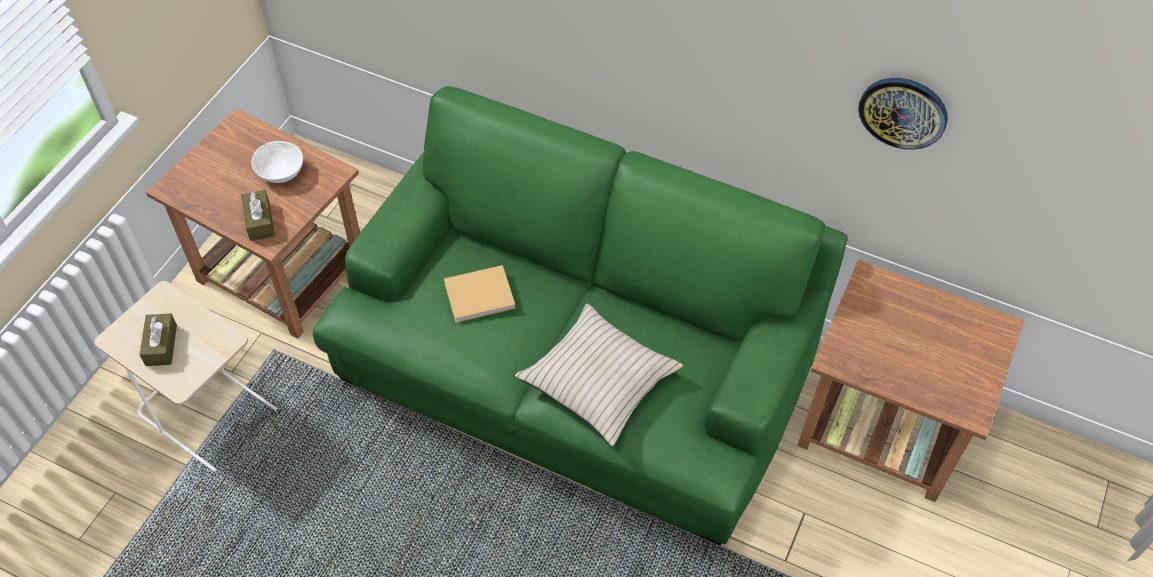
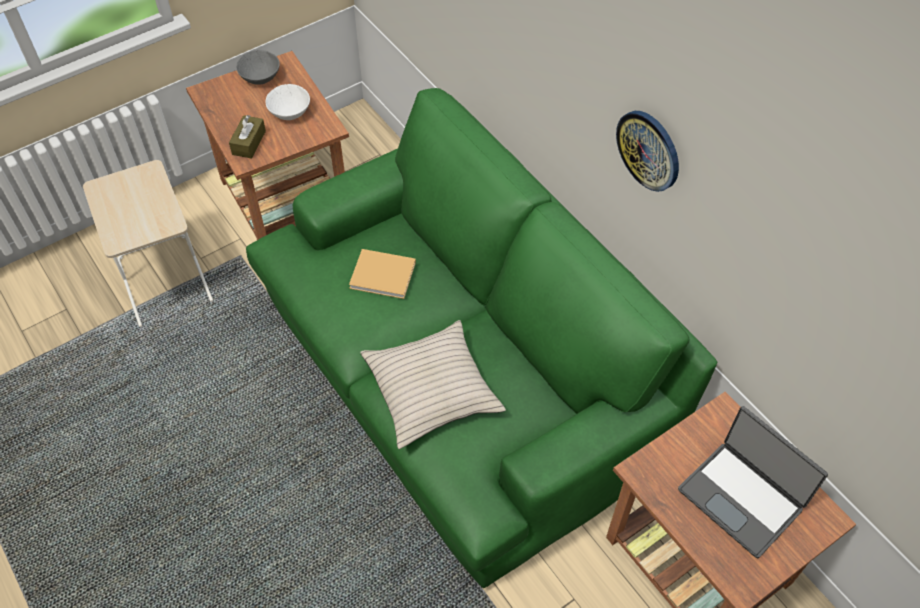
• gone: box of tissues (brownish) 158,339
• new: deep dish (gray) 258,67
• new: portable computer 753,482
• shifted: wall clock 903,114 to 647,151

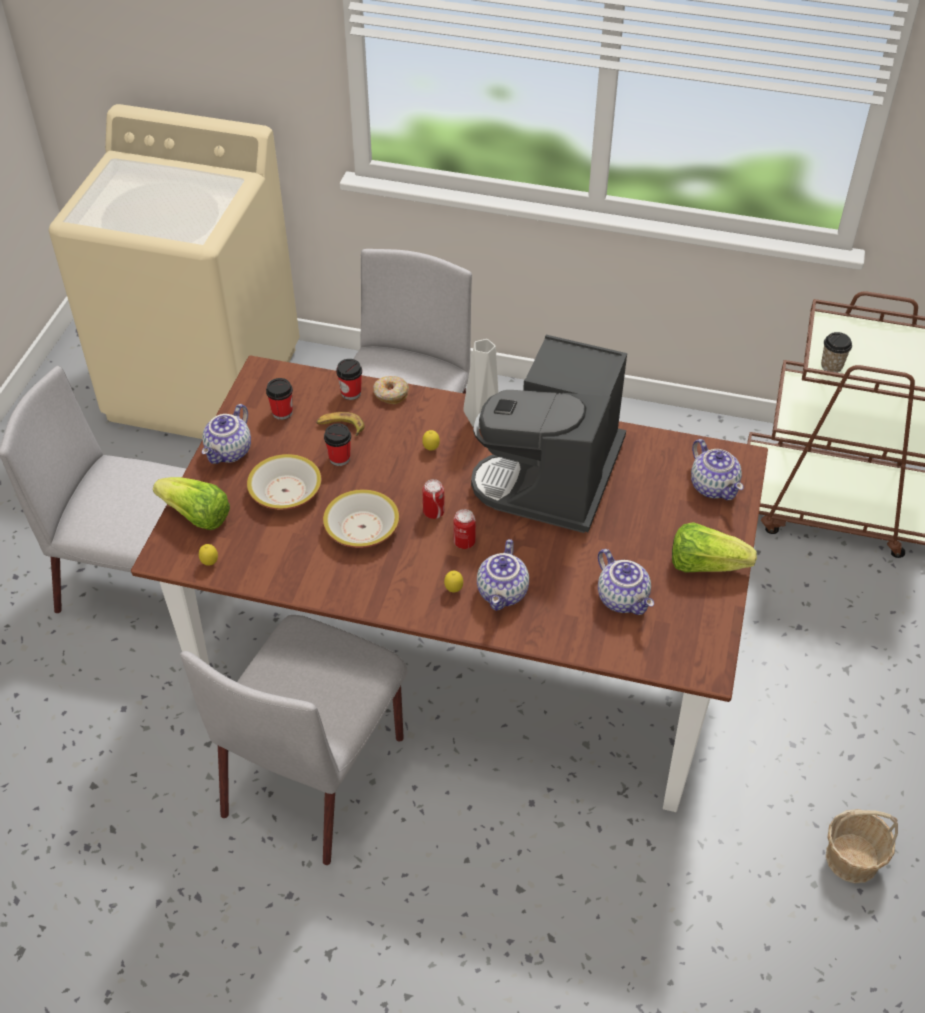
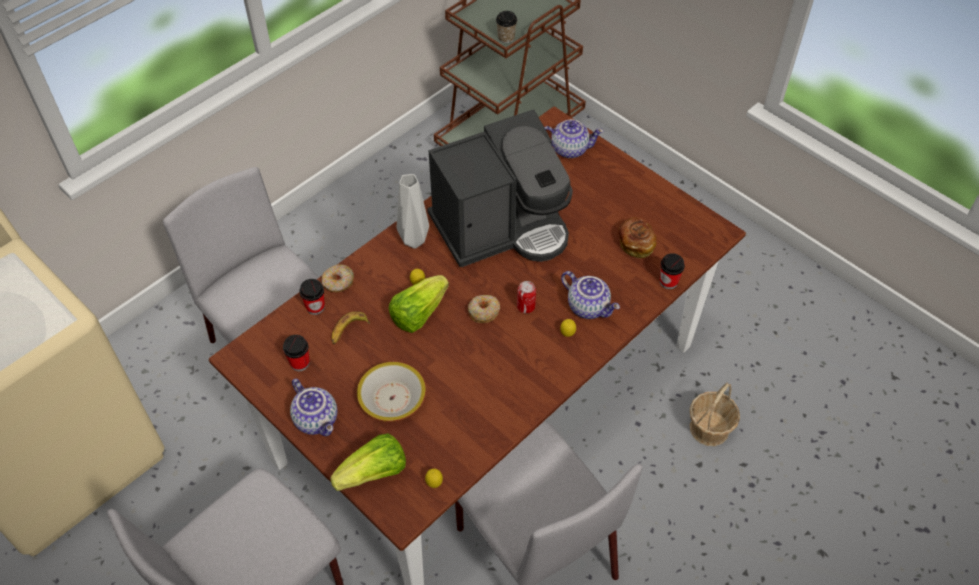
• gone: deep dish 361,518
• shifted: small cup 337,444 to 672,271
• shifted: head of lettuce 714,547 to 419,304
• shifted: household basket 862,846 to 715,414
• swapped: sealed can 434,499 to ring doughnut 484,309
• swapped: pot for tea 626,582 to baked bread 637,237
• rotated: coffee maker 549,434 = 500,188 75 degrees counterclockwise

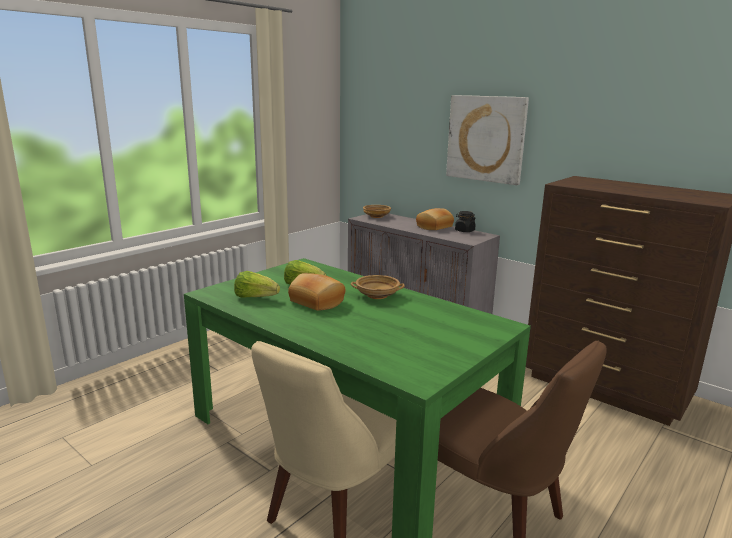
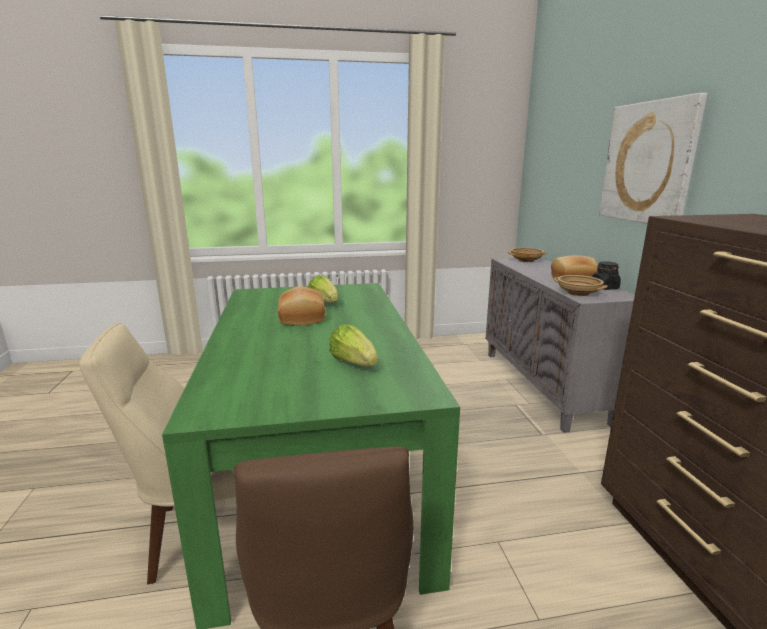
• shifted: head of lettuce 257,284 to 353,345
• shifted: deep dish (sand-coloured) 378,287 to 581,285

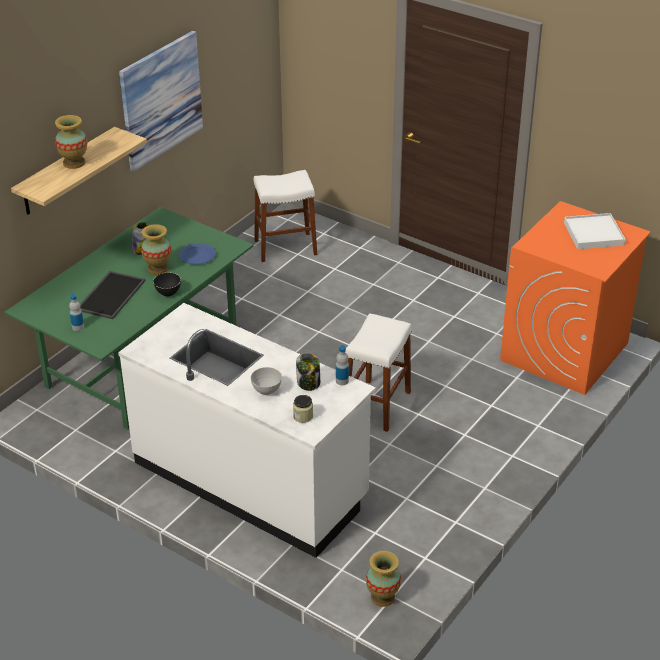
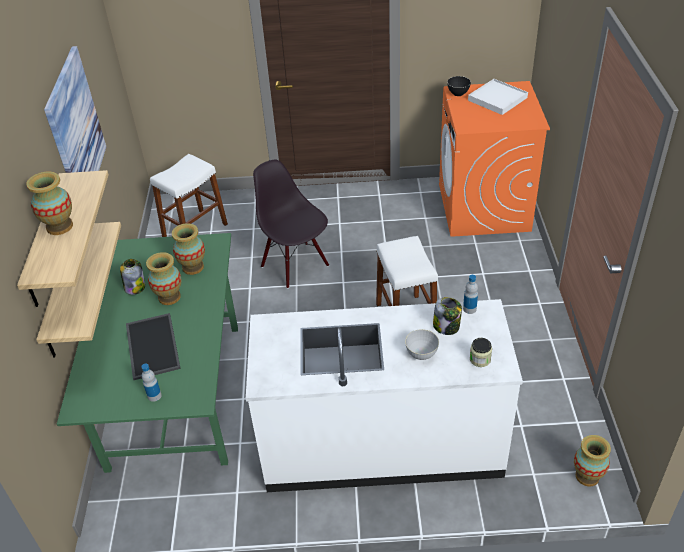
• new: bracket shelf 78,290
• new: plain chair (blackish) 291,224
• shifted: deep dish (blackish) 167,285 to 459,86
• swapped: plate (blue) 197,254 to flower vase 188,249

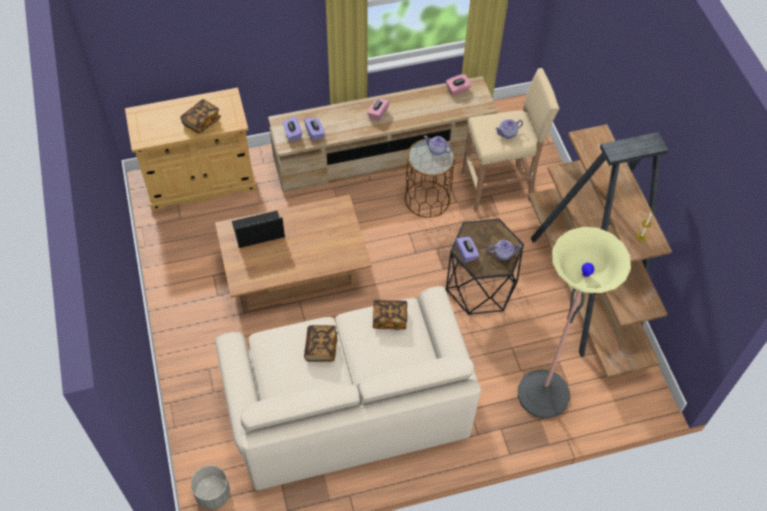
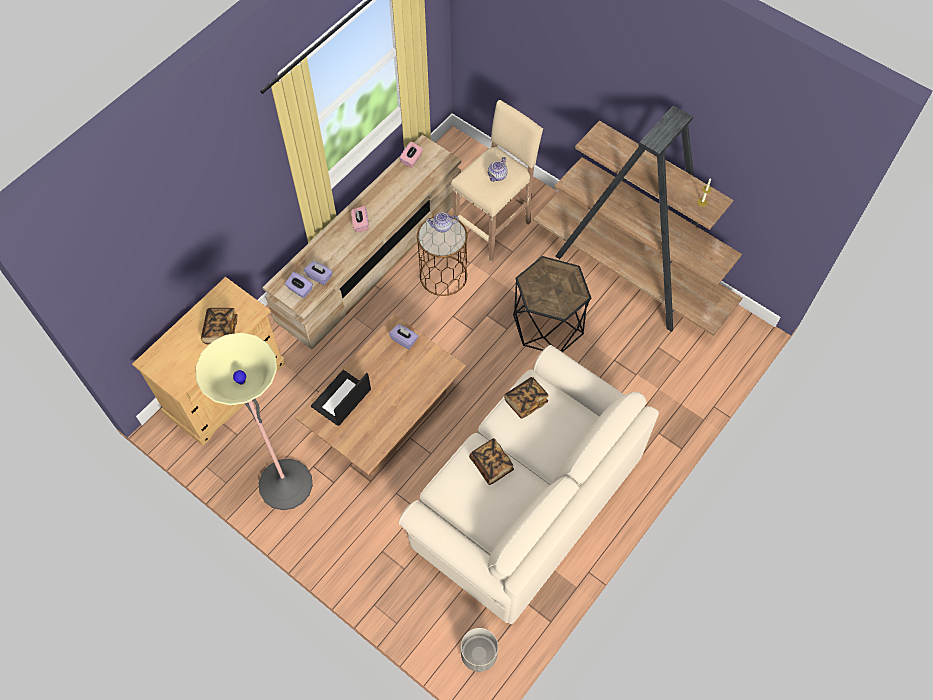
• gone: pot for tea 505,250
• shifted: box of tissues (purple-coloured) 467,250 to 403,336
• shifted: floor lamp 574,323 to 254,421

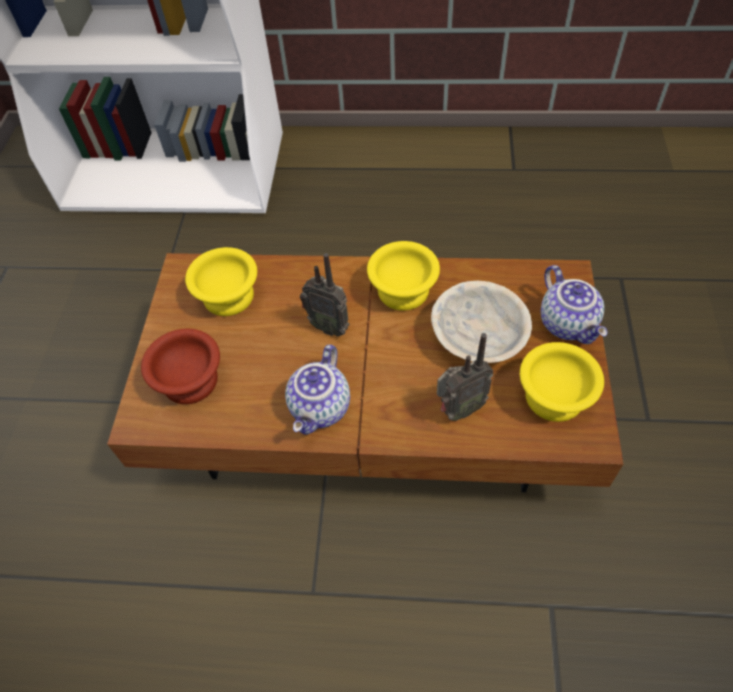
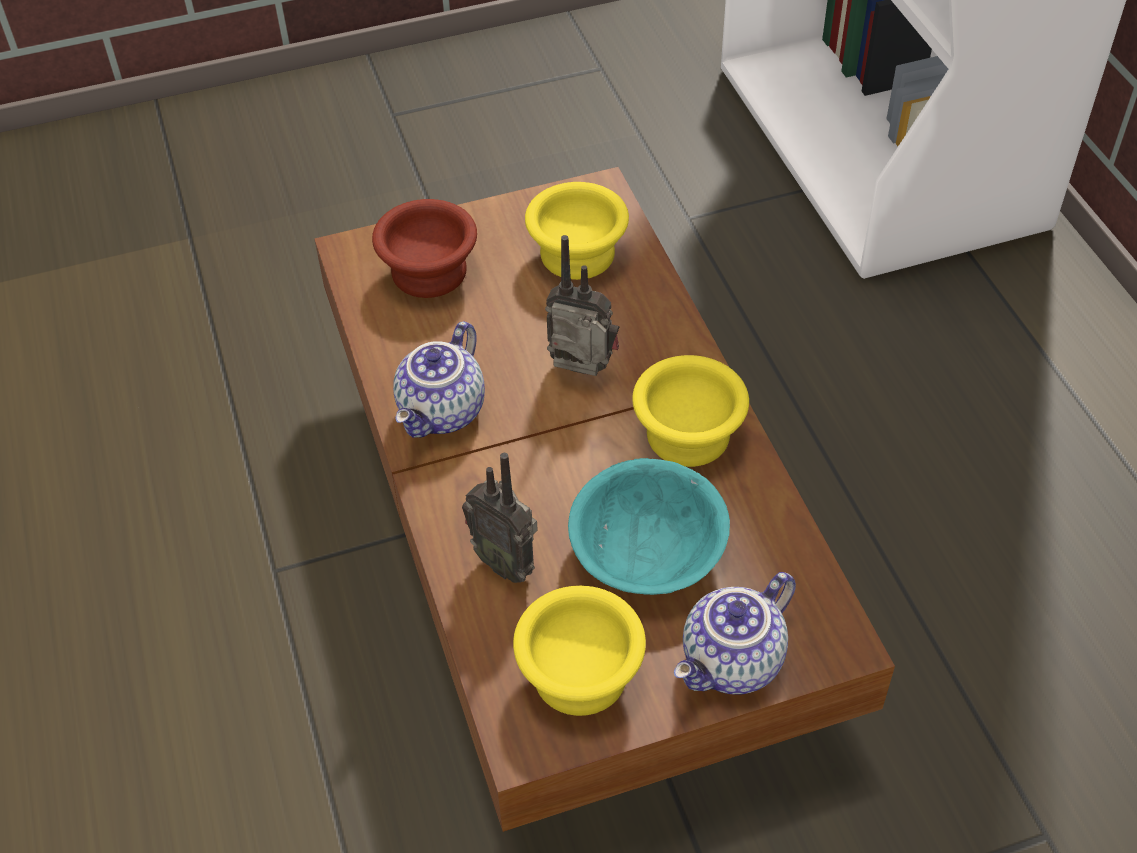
• repainted: deep dish (sand-coloured) 481,322 to deep dish (turquoise) 649,526
• rotated: pot for tea 317,389 = 439,379 60 degrees counterclockwise
• rotated: radio set 325,294 = 582,305 105 degrees clockwise

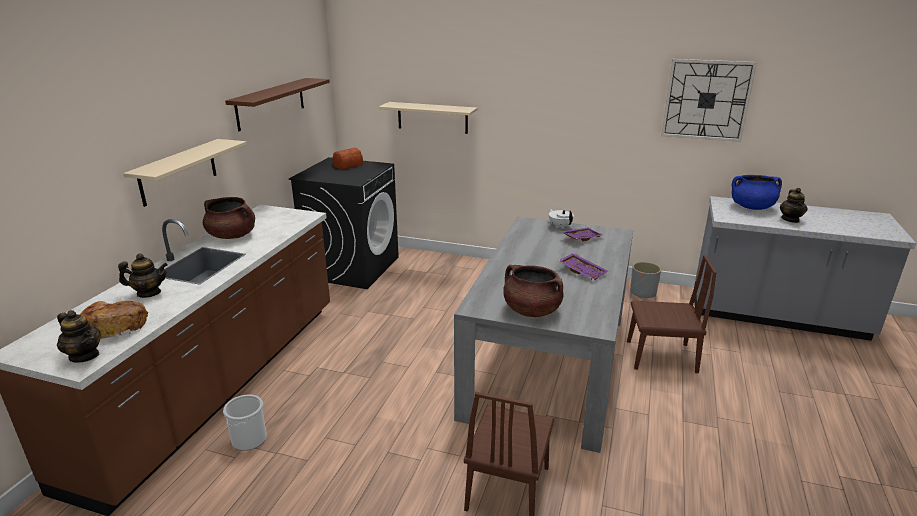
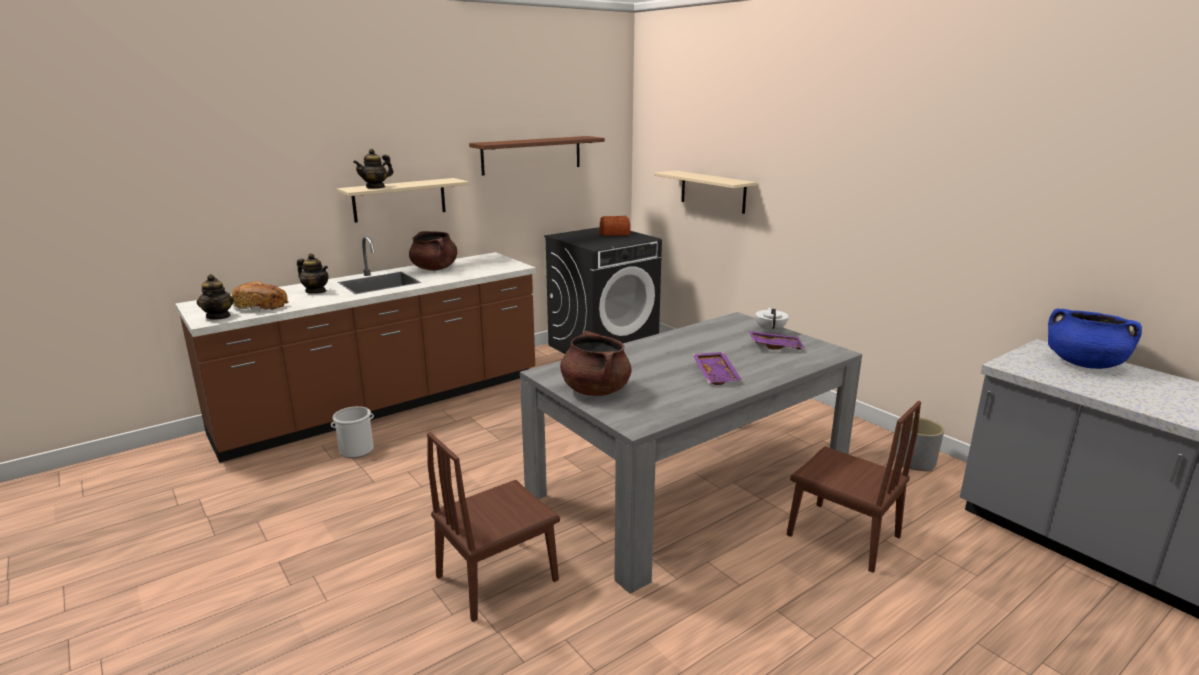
• gone: wall clock 709,100
• shifted: pot for tea 794,205 to 373,169

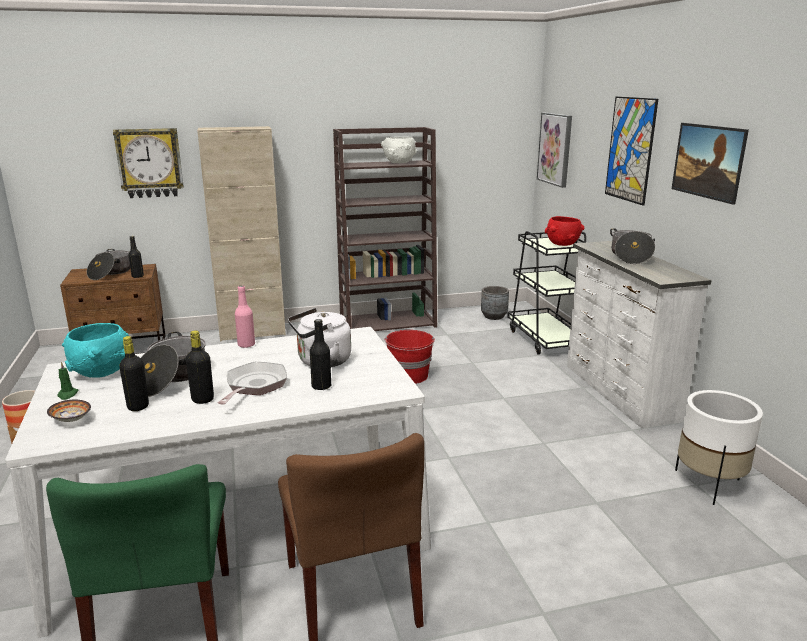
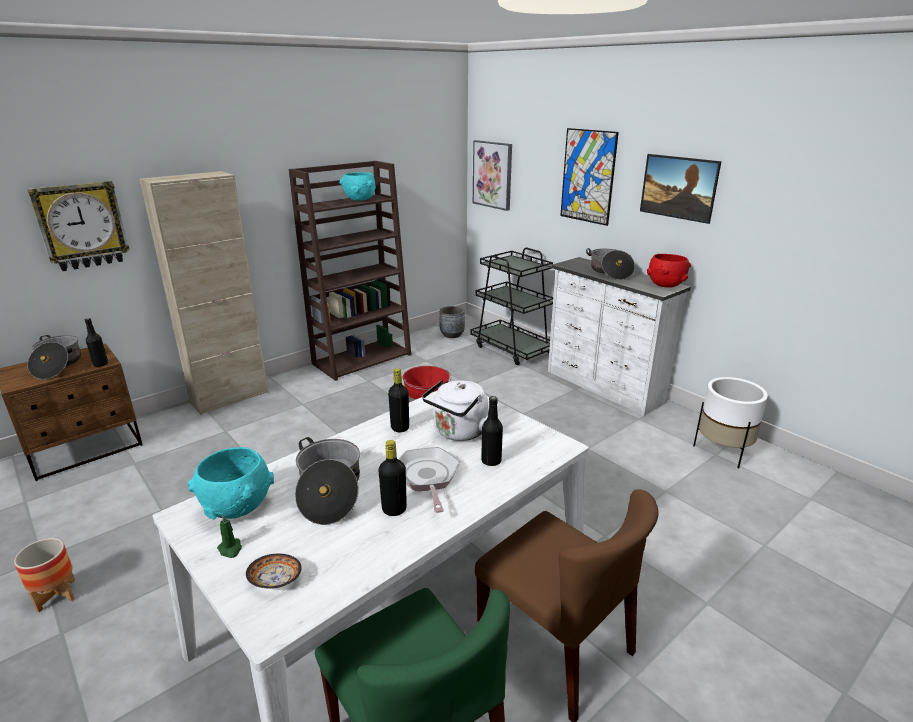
• gone: drink bottle (pinkish) 245,316
• shifted: drink bottle (blackish) 134,373 to 398,400
• shifted: deep dish (reddish) 564,231 to 669,271
• repainted: deep dish (white-coloured) 399,150 to deep dish (turquoise) 357,186

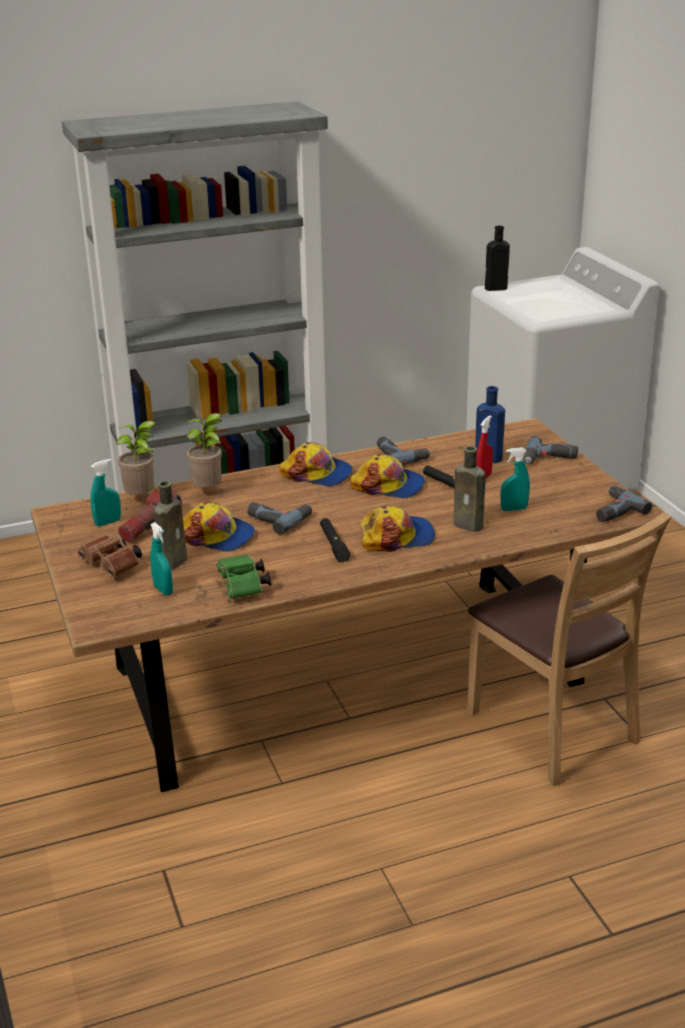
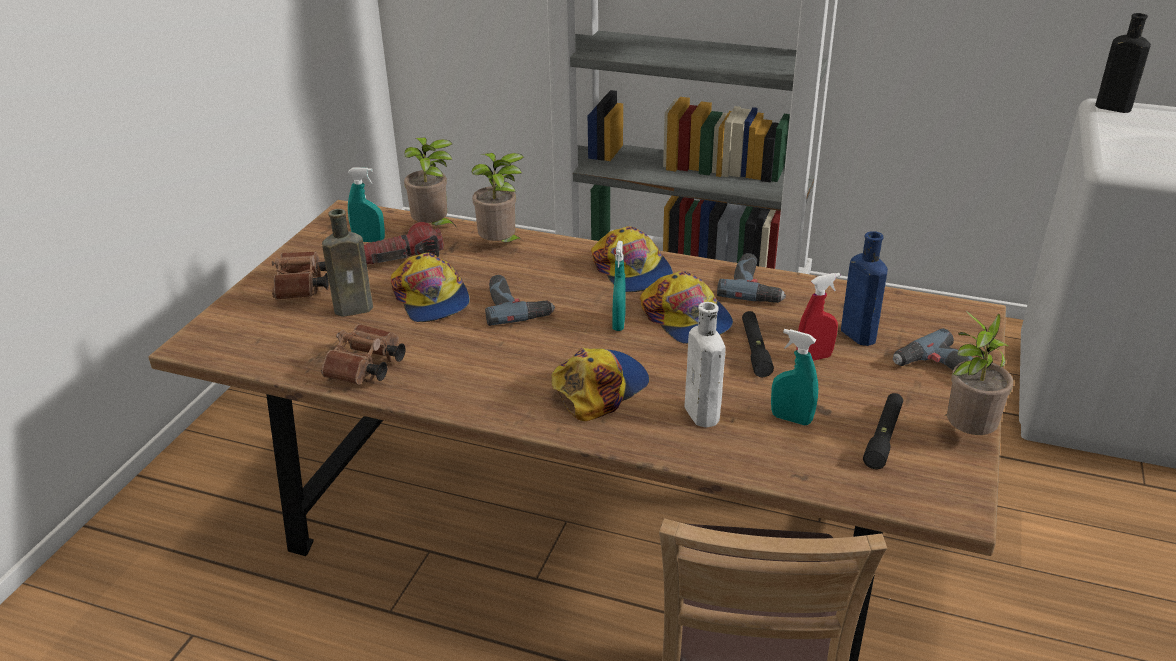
• gone: drill 624,504
• new: houseplant 979,373
• shifted: hand sprayer (turquoise) 161,558 to 619,286
• shifted: hand torch (blackish) 335,540 to 883,431
• repainted: binoculars (green) 243,576 to binoculars (brownish) 363,354
• repainted: drink bottle (brownish) 469,489 to drink bottle (white-coloured) 705,365
• rotated: baseball cap 397,528 = 600,384 75 degrees counterclockwise

